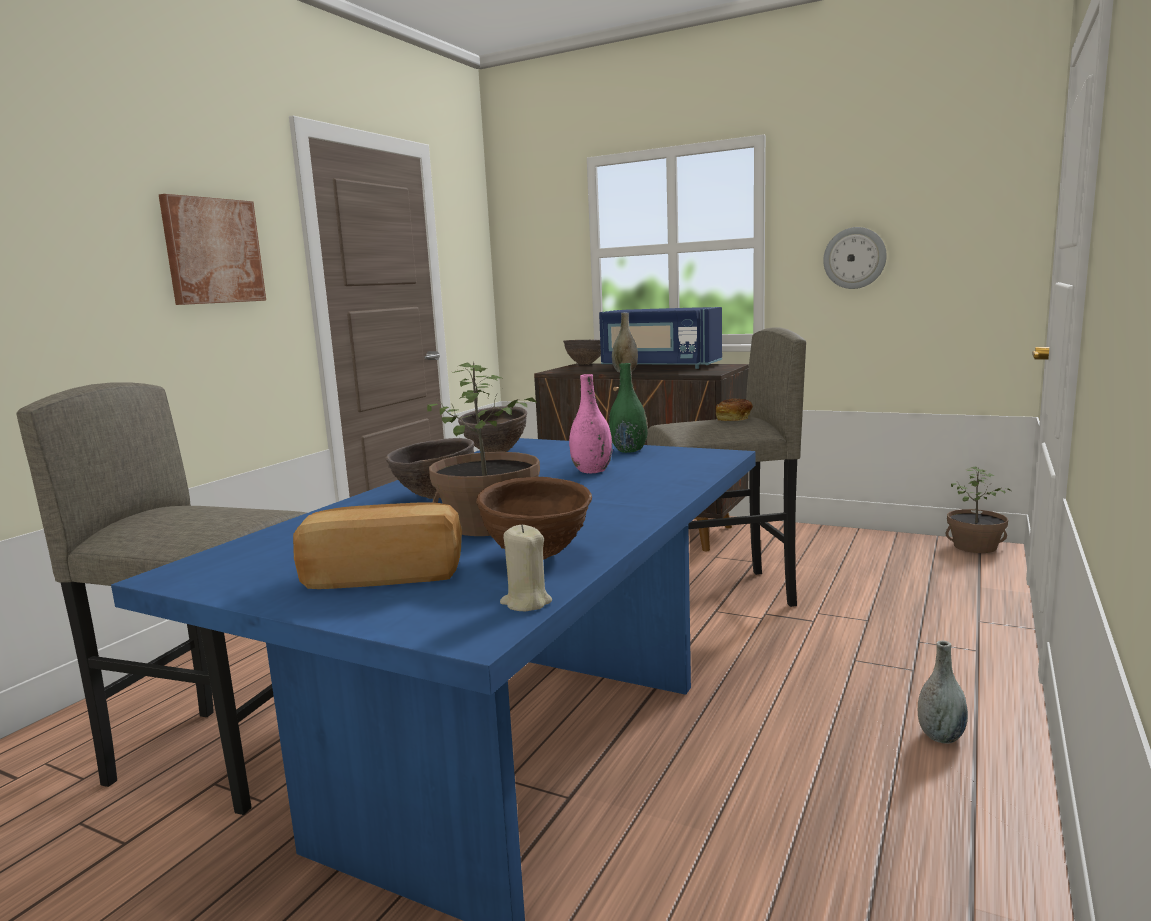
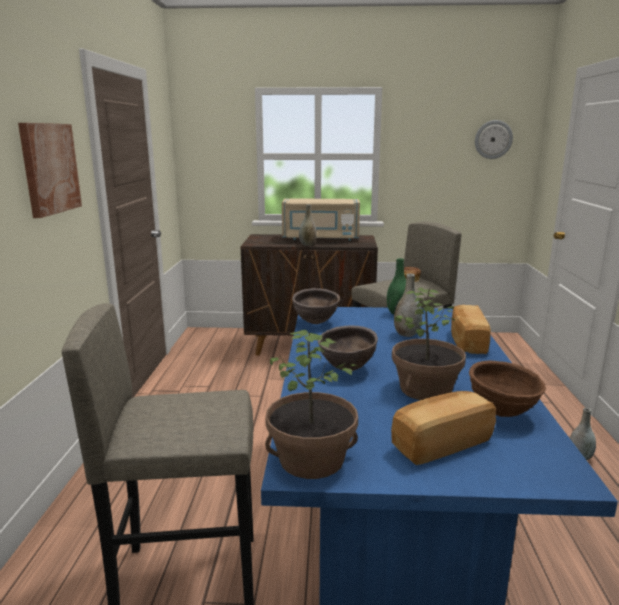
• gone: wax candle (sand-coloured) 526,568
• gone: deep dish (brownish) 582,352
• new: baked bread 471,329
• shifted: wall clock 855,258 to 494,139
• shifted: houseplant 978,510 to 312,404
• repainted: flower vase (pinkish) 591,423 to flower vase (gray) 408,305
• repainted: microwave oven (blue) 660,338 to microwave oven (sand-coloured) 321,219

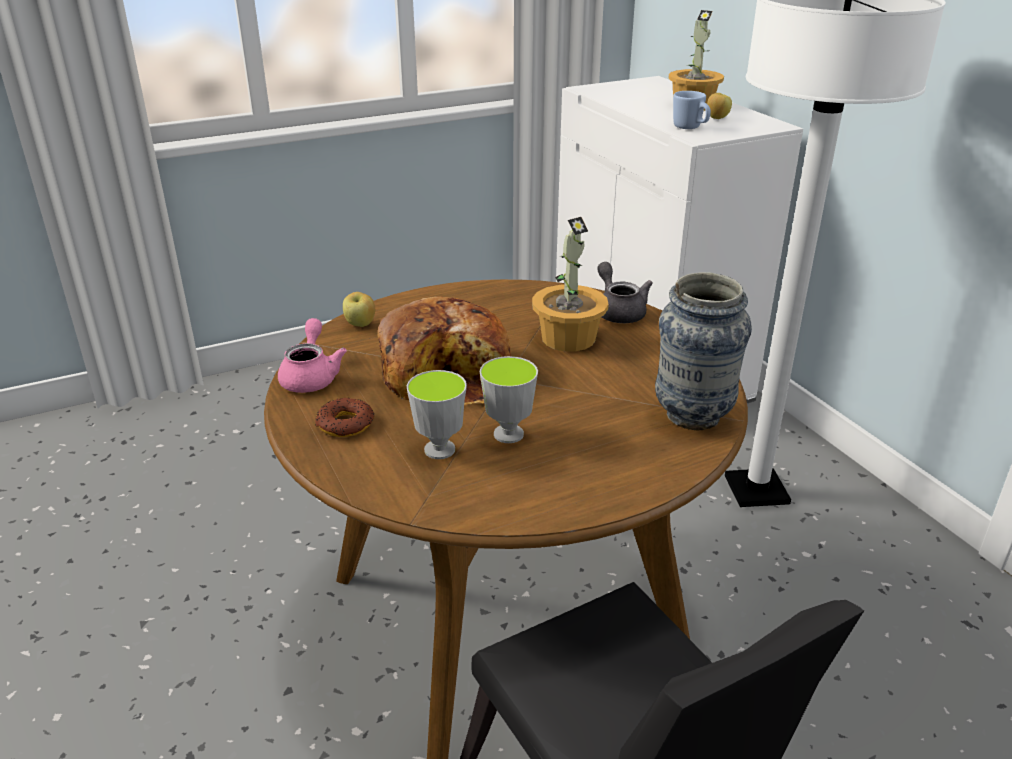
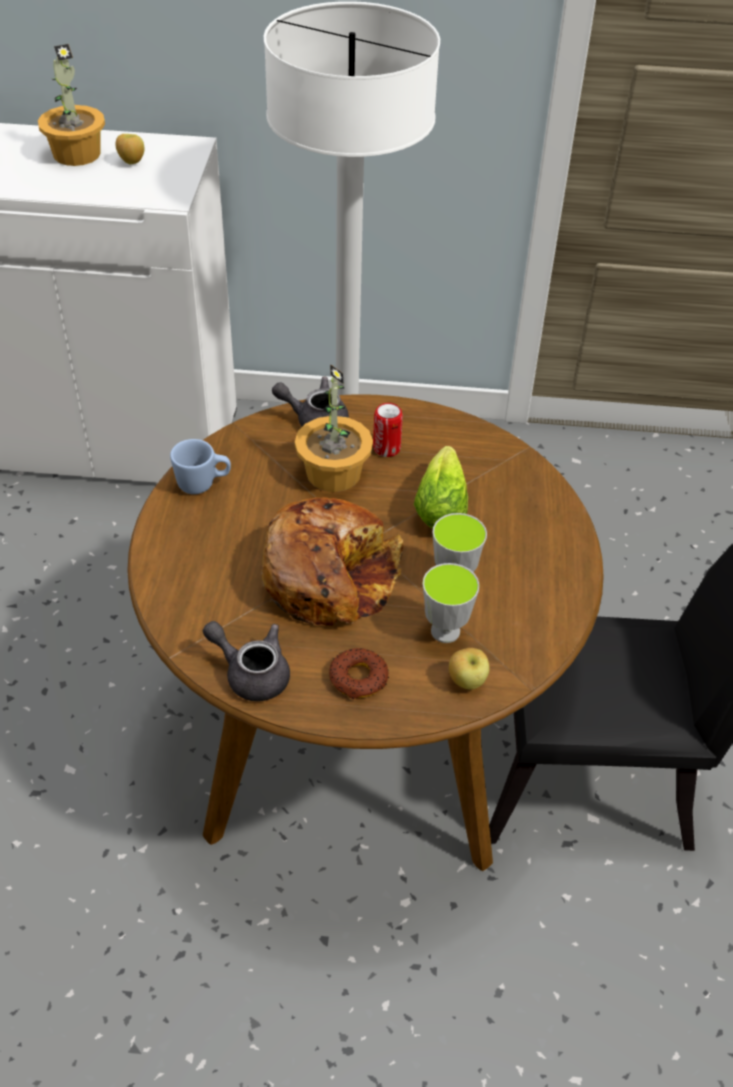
• gone: flower vase 703,351
• new: sealed can 388,430
• new: head of lettuce 441,487
• shifted: apple 359,309 to 469,668
• shifted: coffee mug (blue) 692,110 to 200,466
• repainted: pot for tea (pinkish) 312,355 to pot for tea (gray) 246,661

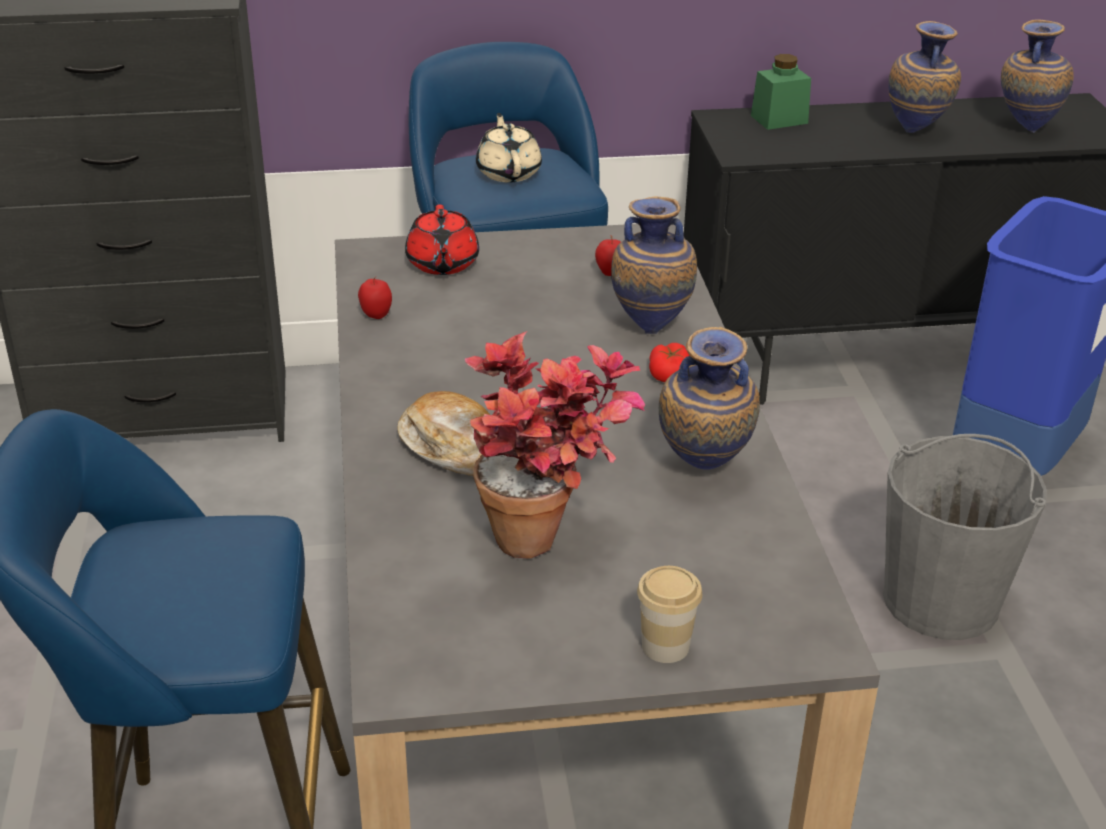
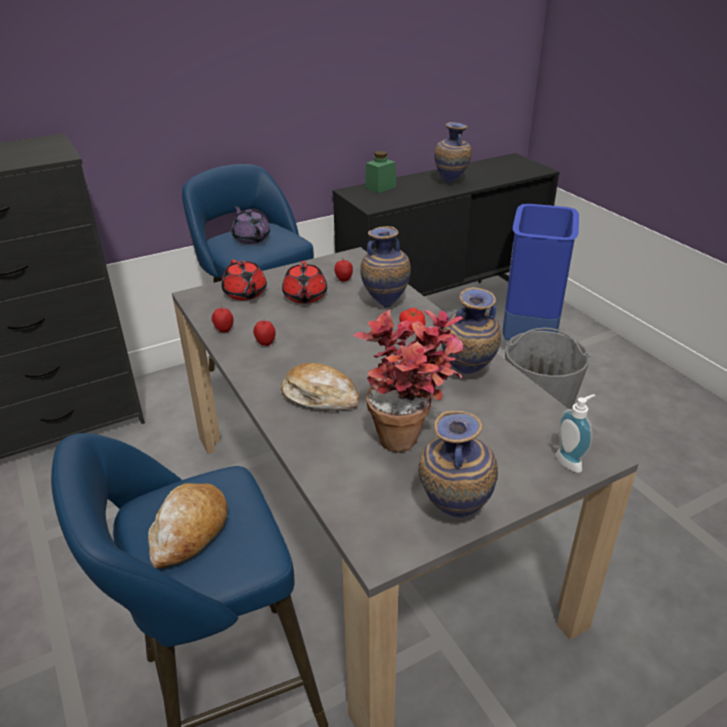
• gone: small cup 669,614
• new: baked bread 187,525
• new: apple 264,332
• new: pot for tea (reddish) 304,282
• new: soap bottle 575,433
• shifted: flower vase 1037,76 to 458,464
• repainted: pot for tea (sand-coloured) 509,147 to pot for tea (purple-coloured) 250,225

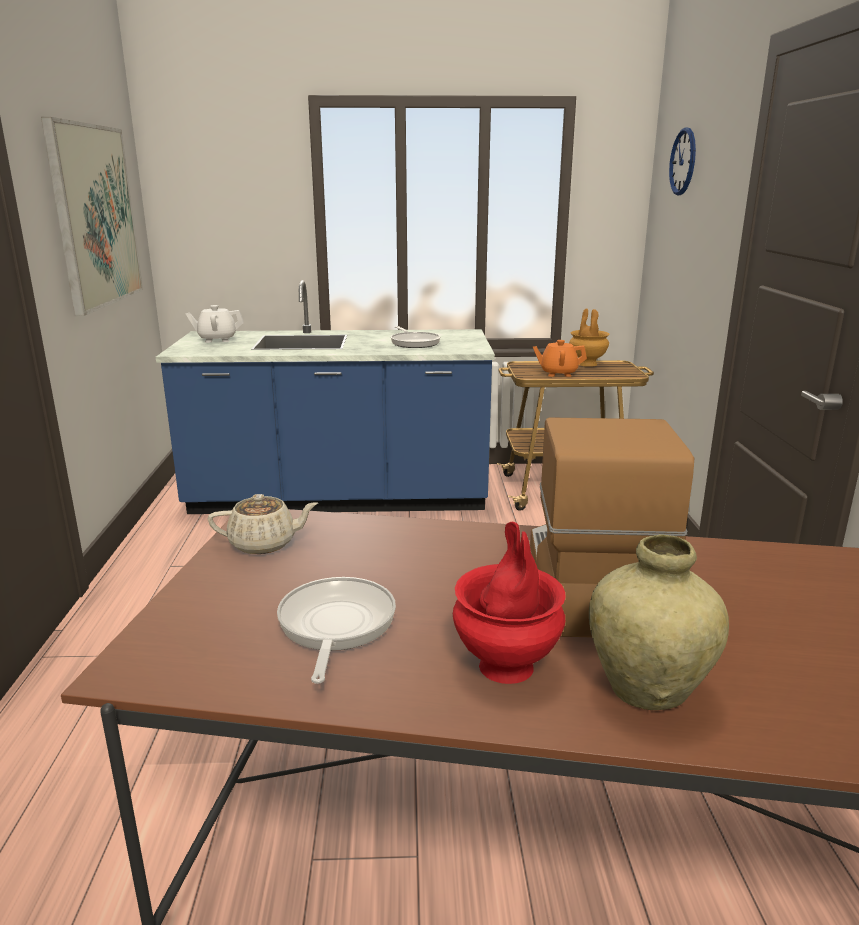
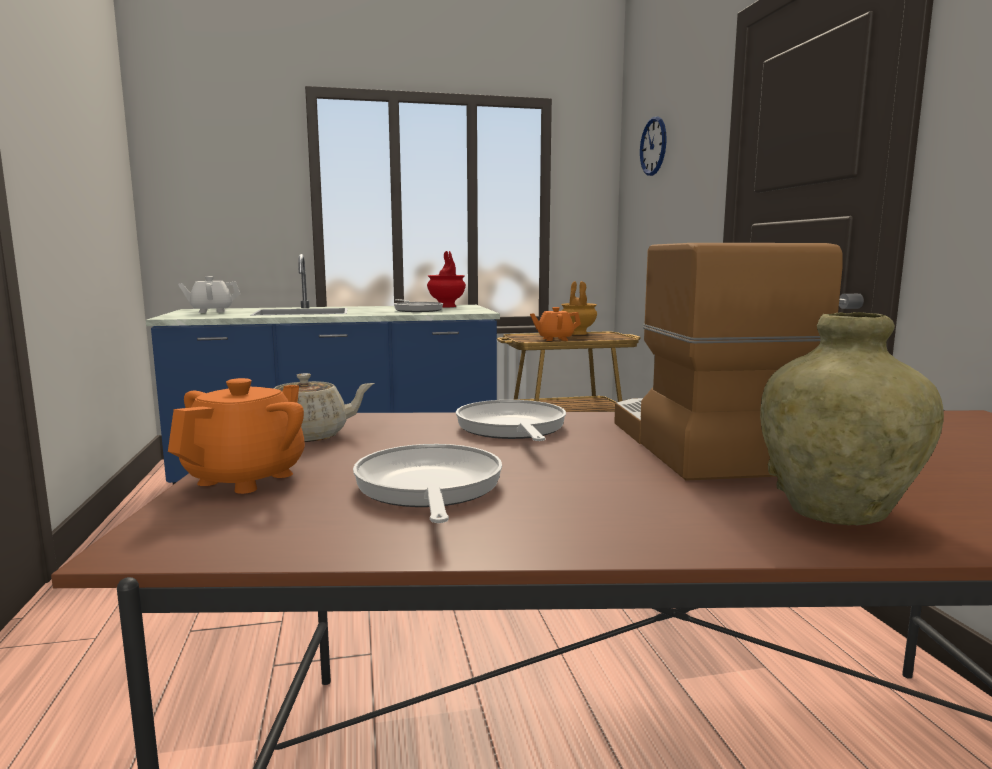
• gone: picture 92,216
• new: pot for tea (orange) 236,436
• new: pan 511,420
• shifted: flower vase (reddish) 509,603 to 446,279

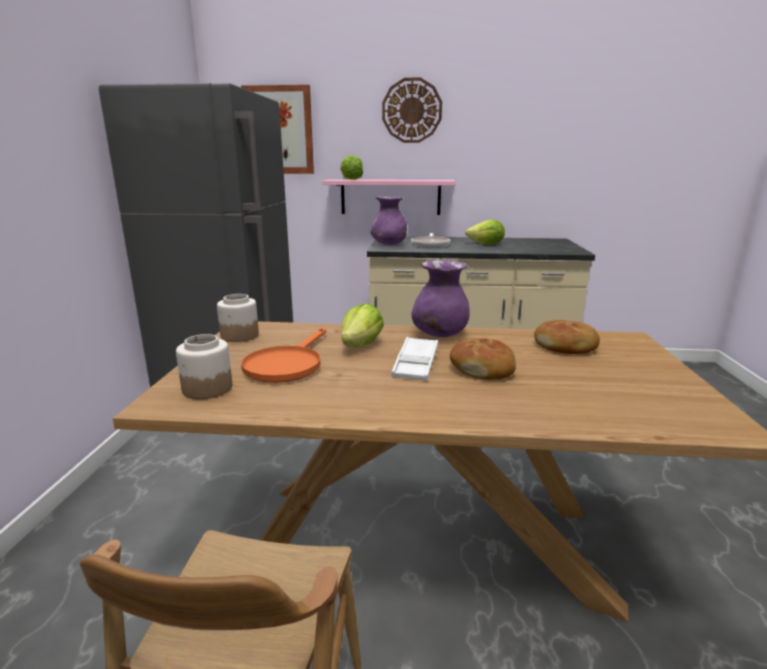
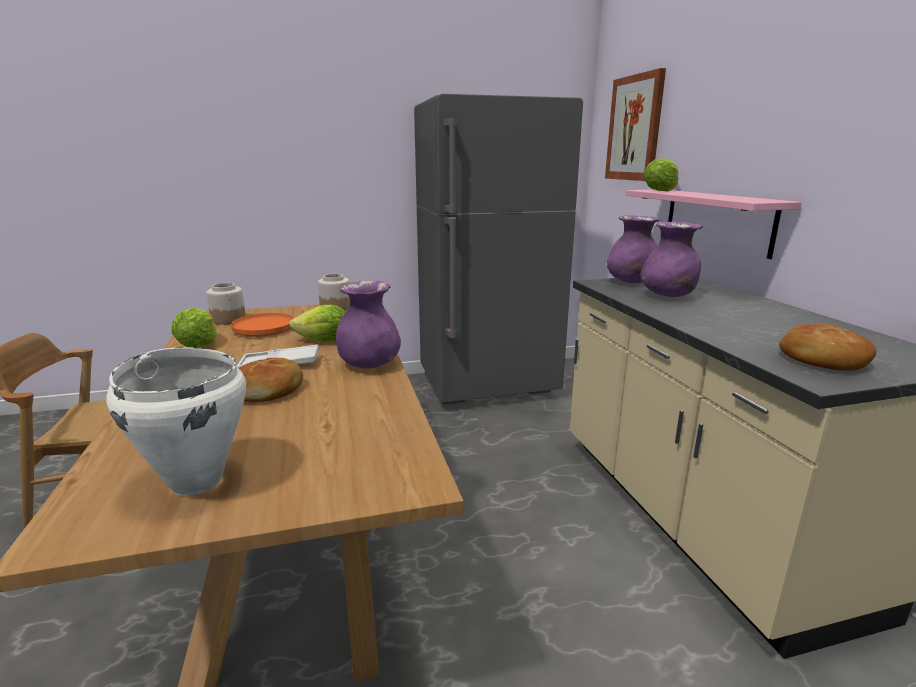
• gone: wall clock 412,110
• new: cooking pot (white-coloured) 176,421
• shifted: head of lettuce 485,232 to 194,328
• shifted: baked bread 567,337 to 828,347
• swapped: pan 430,240 to flower vase (purple-coloured) 671,259

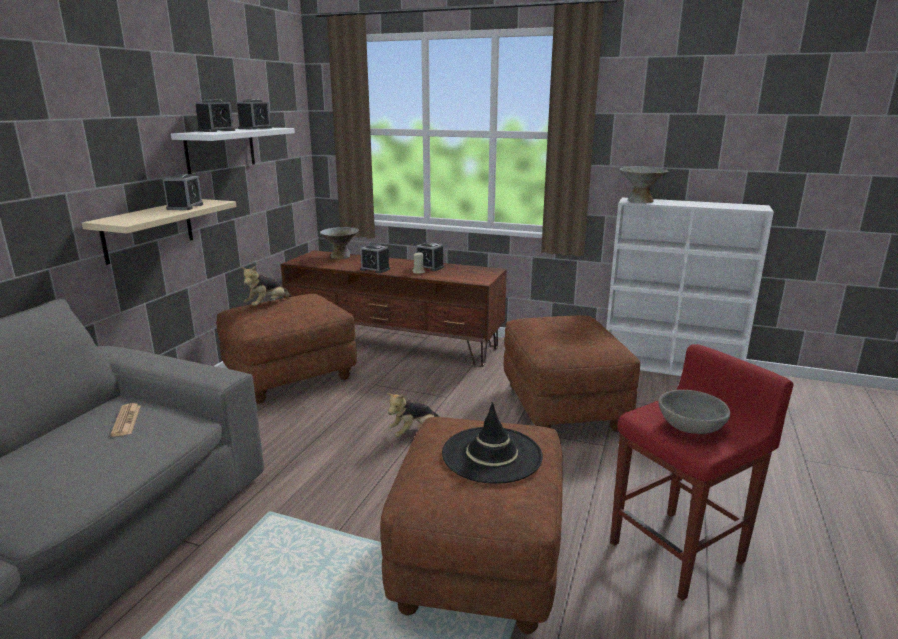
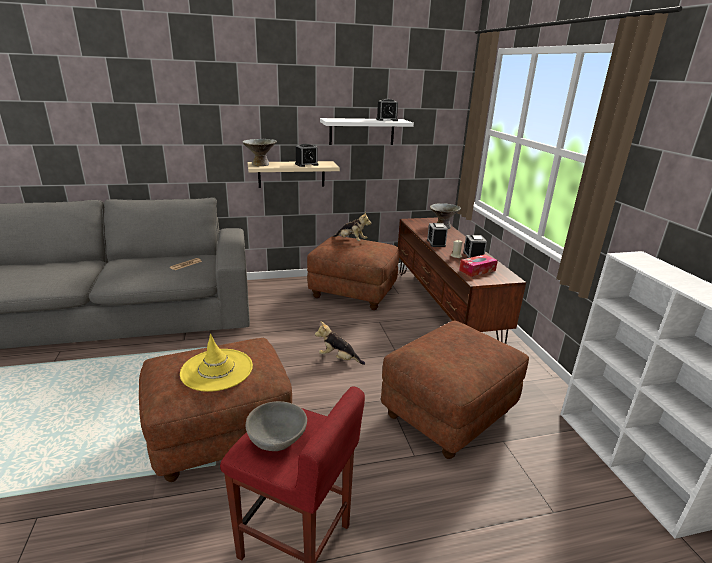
• gone: table clock 215,115
• new: box of tissues 478,266
• shifted: deep dish (gray) 644,184 to 260,152
• repainted: clothing hat (blackish) 492,443 to clothing hat (yellowish) 216,363
• rotated: cuddly toy 266,286 = 352,226 150 degrees counterclockwise

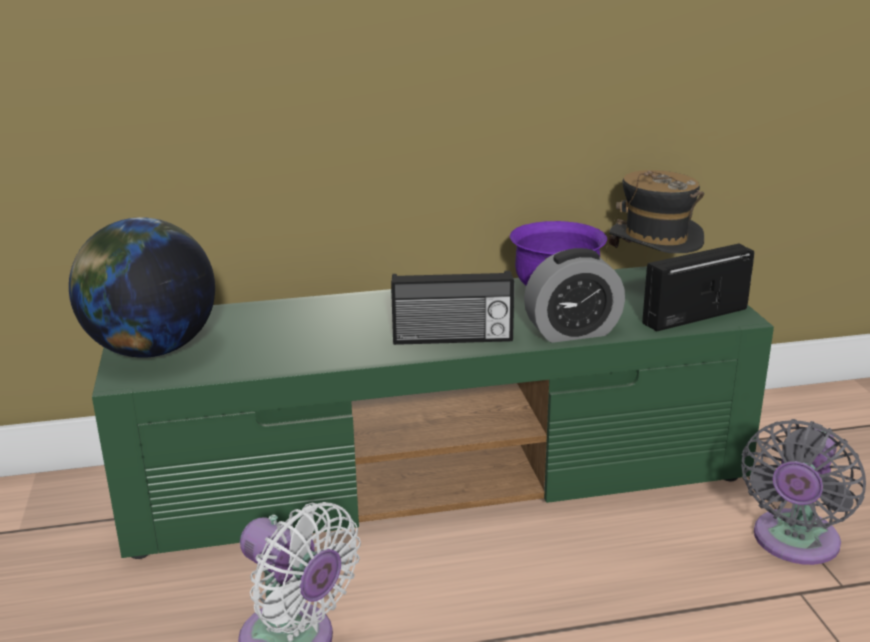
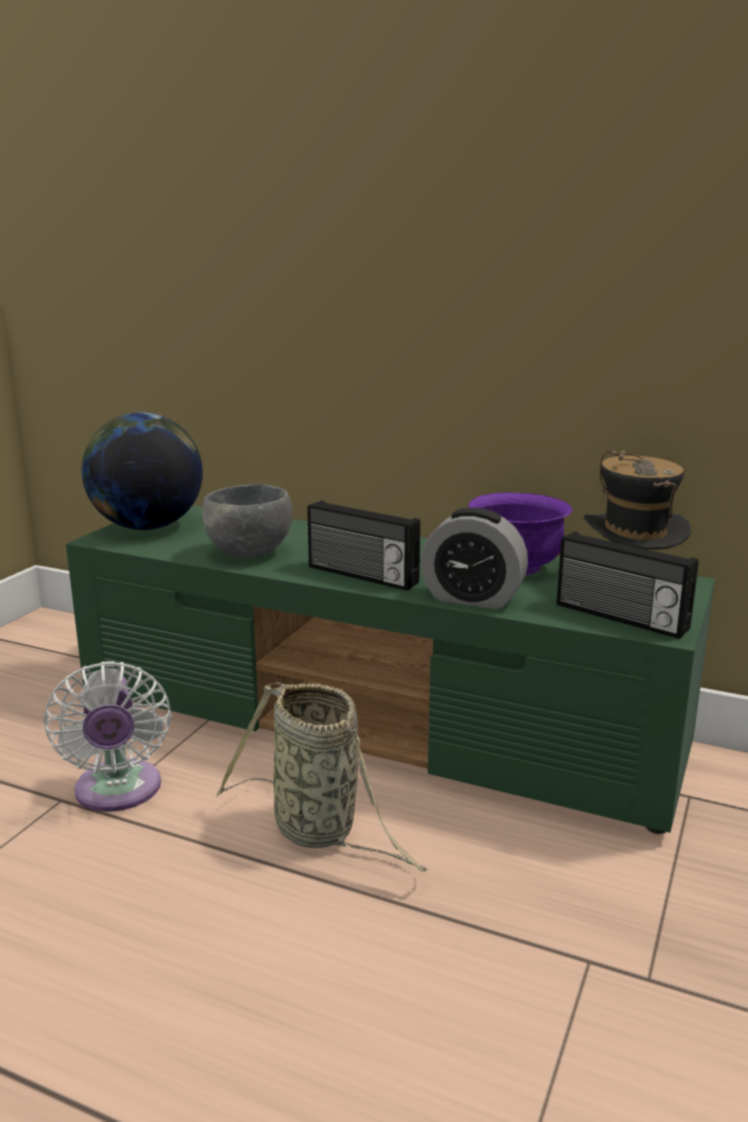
• gone: fan (gray) 804,492
• new: deep dish (gray) 247,520
• new: household basket 321,777
• rotated: radio set 698,288 = 628,585 150 degrees counterclockwise

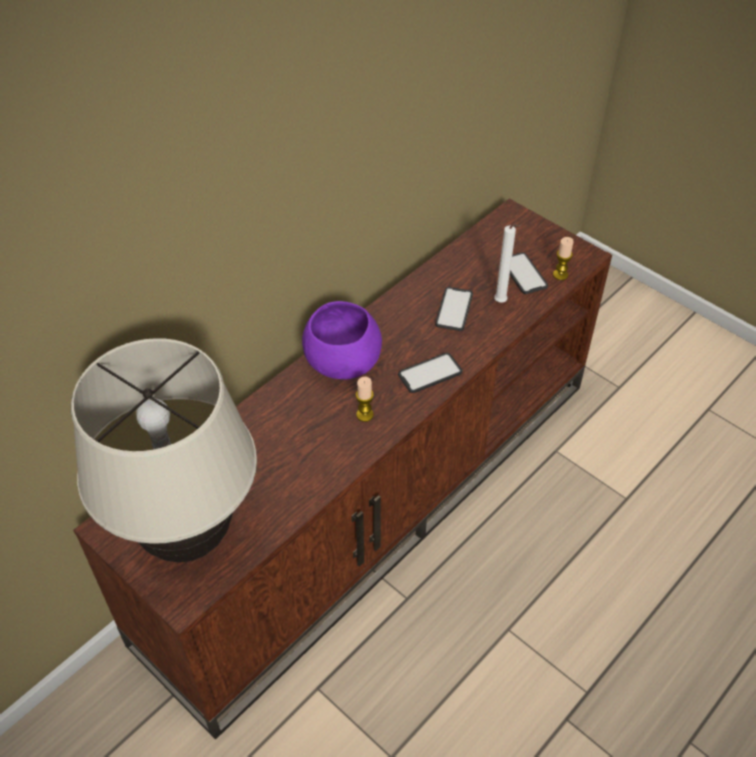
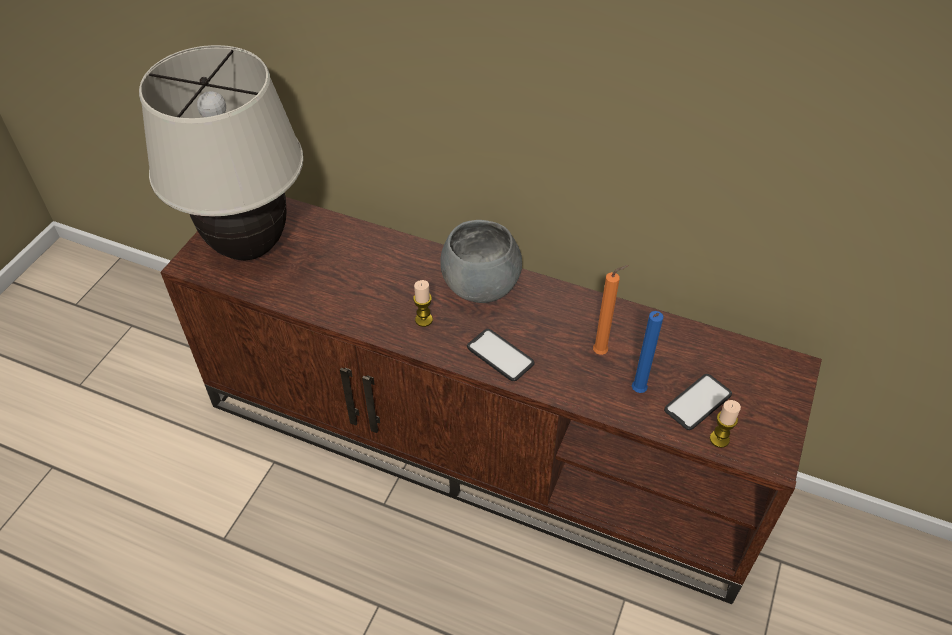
• swapped: telephone 454,309 to wax candle (orange) 611,310
• repainted: deep dish (purple-coloured) 342,340 to deep dish (gray) 481,261
• repainted: wax candle (white-coloured) 507,263 to wax candle (blue) 648,352

